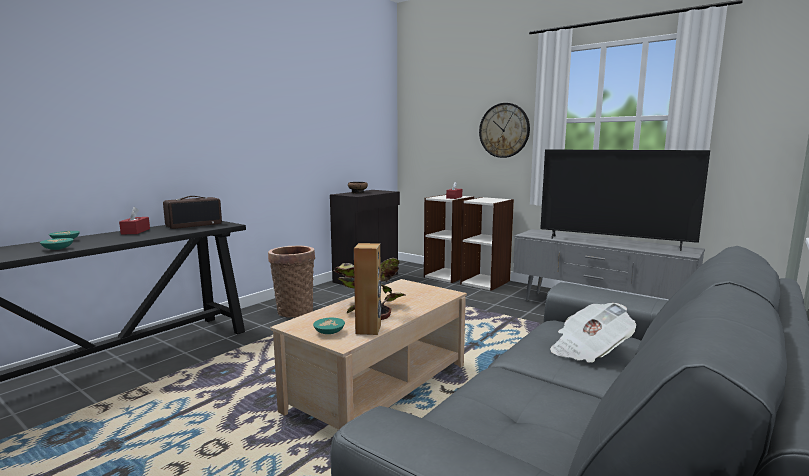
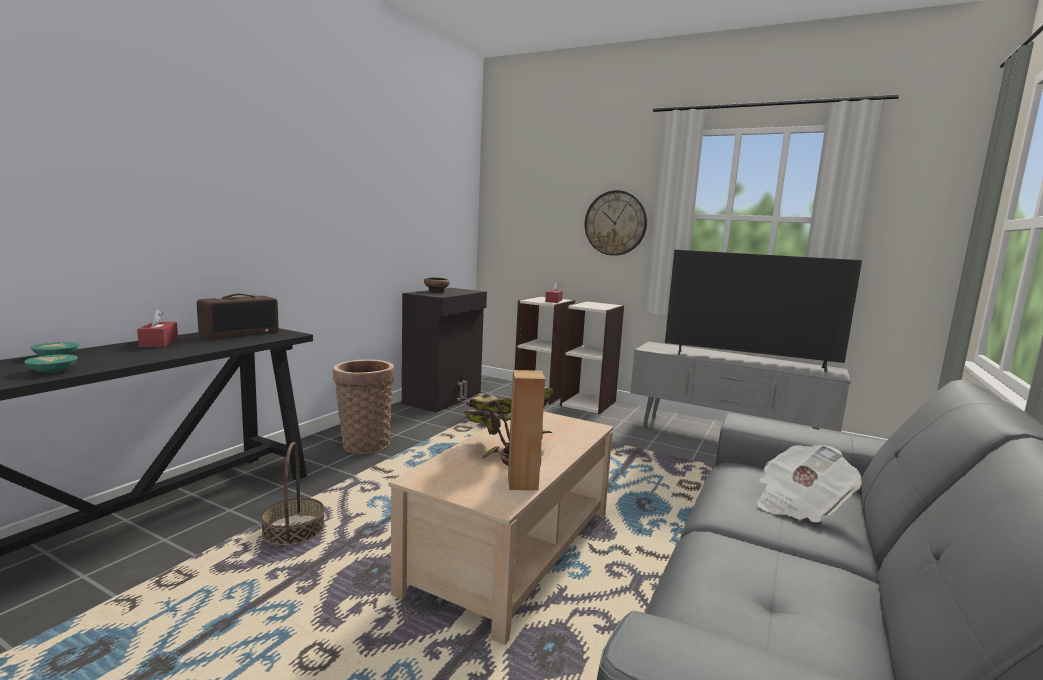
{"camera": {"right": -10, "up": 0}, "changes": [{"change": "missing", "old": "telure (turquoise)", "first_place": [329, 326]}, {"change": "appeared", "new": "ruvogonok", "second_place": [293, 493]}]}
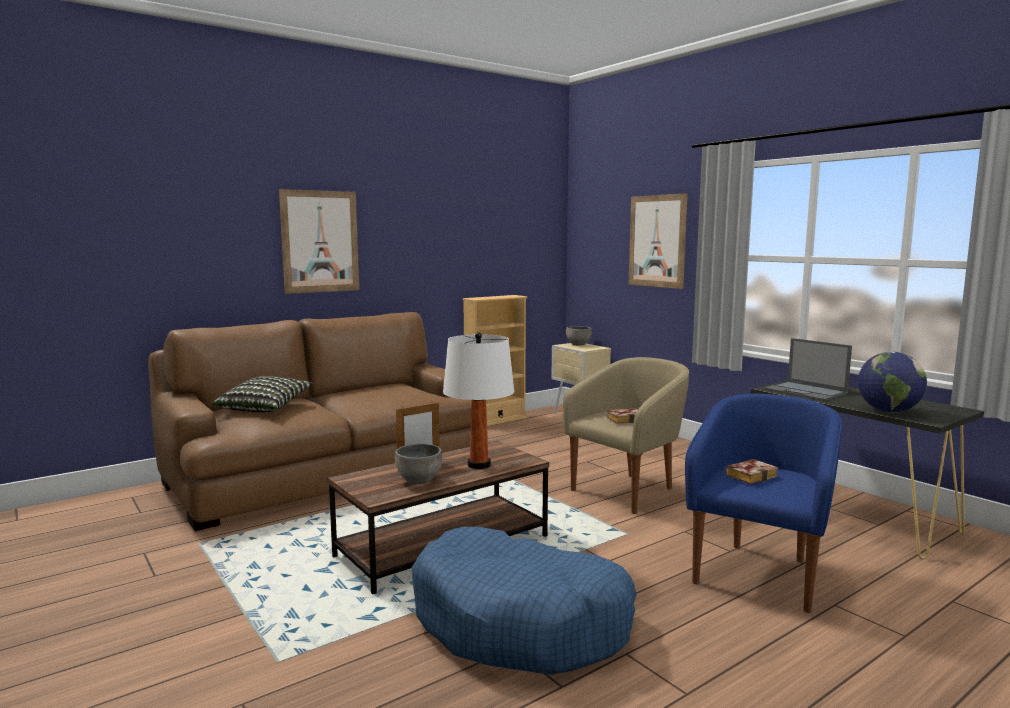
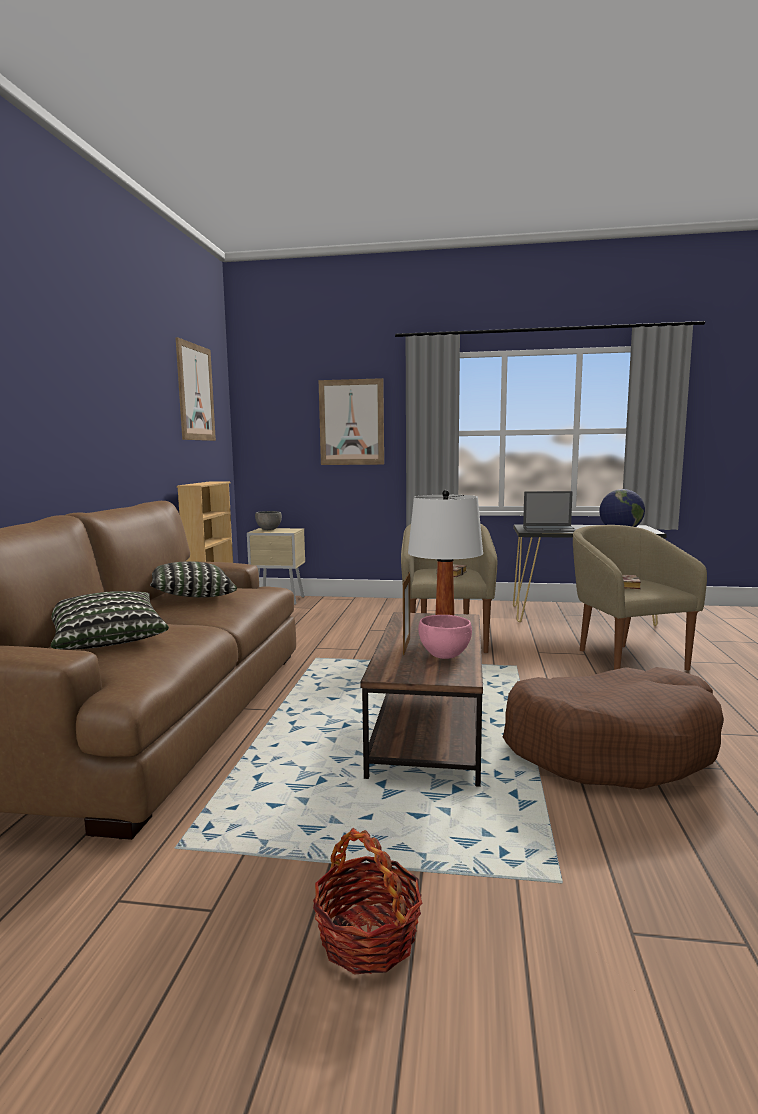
{"camera": {"right": -45, "up": 0}, "changes": [{"change": "relocated", "old": "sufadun", "first_place": [319, 241], "second_place": [196, 389]}, {"change": "colour", "old": "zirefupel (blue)", "new": "zirefupel (beige)", "first_place": [763, 503], "second_place": [640, 597]}, {"change": "colour", "old": "telure (grey)", "new": "telure (pink)", "first_place": [418, 464], "second_place": [445, 637]}, {"change": "colour", "old": "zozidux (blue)", "new": "zozidux (brown)", "first_place": [524, 601], "second_place": [613, 728]}, {"change": "appeared", "new": "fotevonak", "second_place": [193, 579]}, {"change": "appeared", "new": "ruvogonok", "second_place": [367, 901]}]}
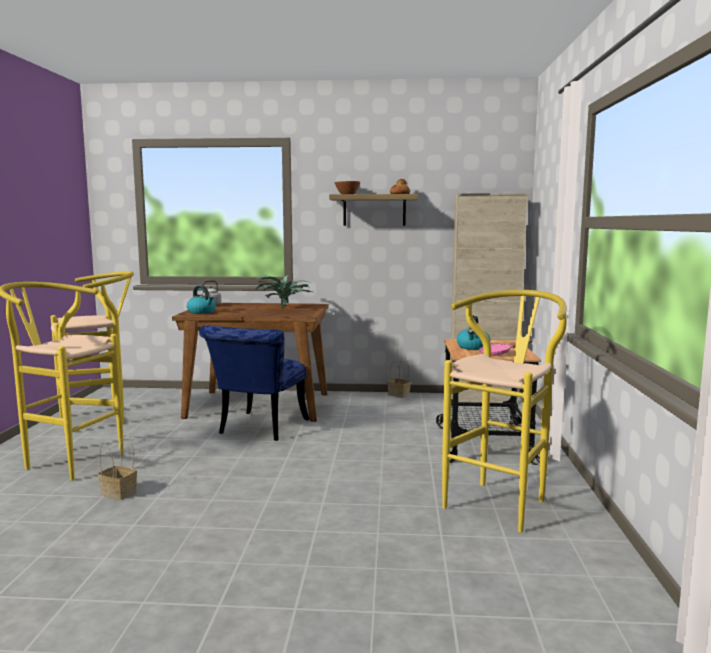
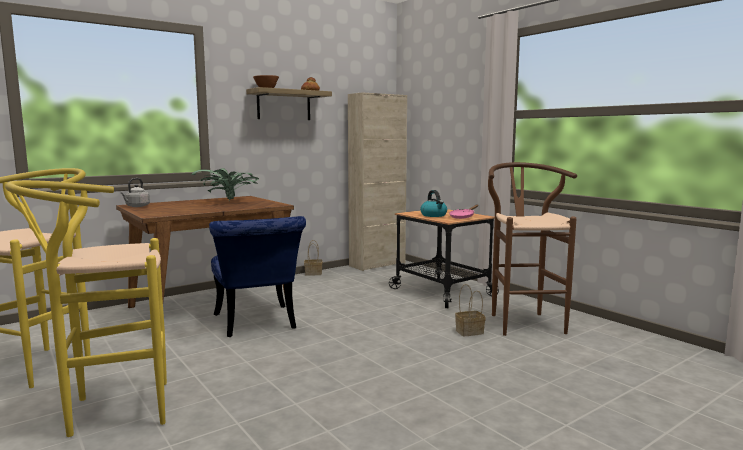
{"camera": {"right": -40, "up": 0}, "changes": [{"change": "missing", "old": "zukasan", "first_place": [201, 299]}, {"change": "colour", "old": "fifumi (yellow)", "new": "fifumi (brown)", "first_place": [504, 411], "second_place": [532, 249]}, {"change": "relocated", "old": "ruvogonok", "first_place": [117, 467], "second_place": [470, 310]}]}
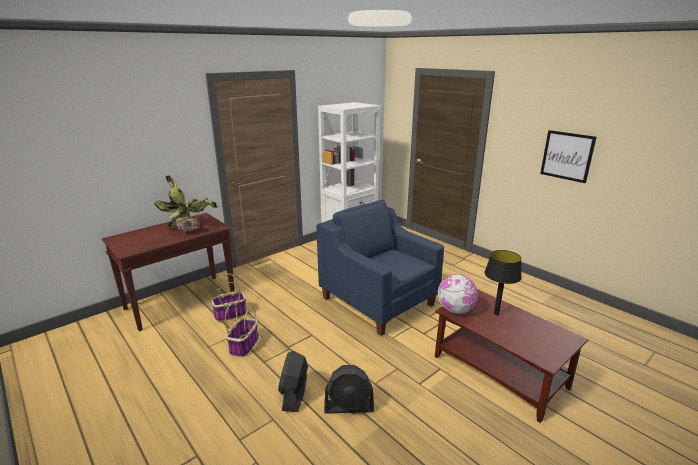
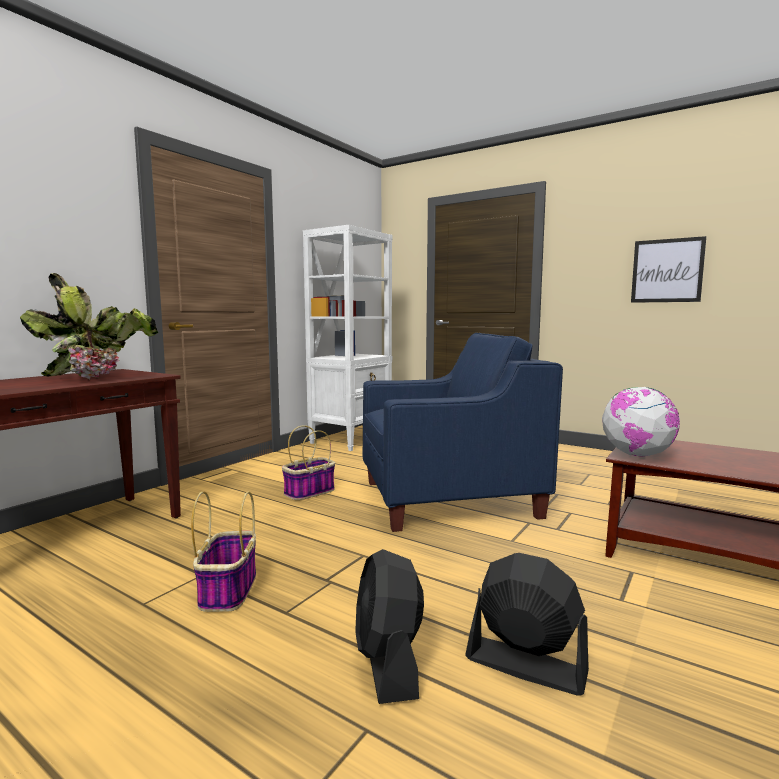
{"camera": {"right": -15, "up": -15}, "changes": [{"change": "spun", "old": "zirefupel (blue)", "first_place": [380, 268], "second_place": [463, 432], "degrees": 135}, {"change": "missing", "old": "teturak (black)", "first_place": [503, 282]}, {"change": "relocated", "old": "ruvogonok", "first_place": [229, 298], "second_place": [308, 462]}, {"change": "spun", "old": "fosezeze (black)", "first_place": [349, 389], "second_place": [527, 624], "degrees": -135}]}
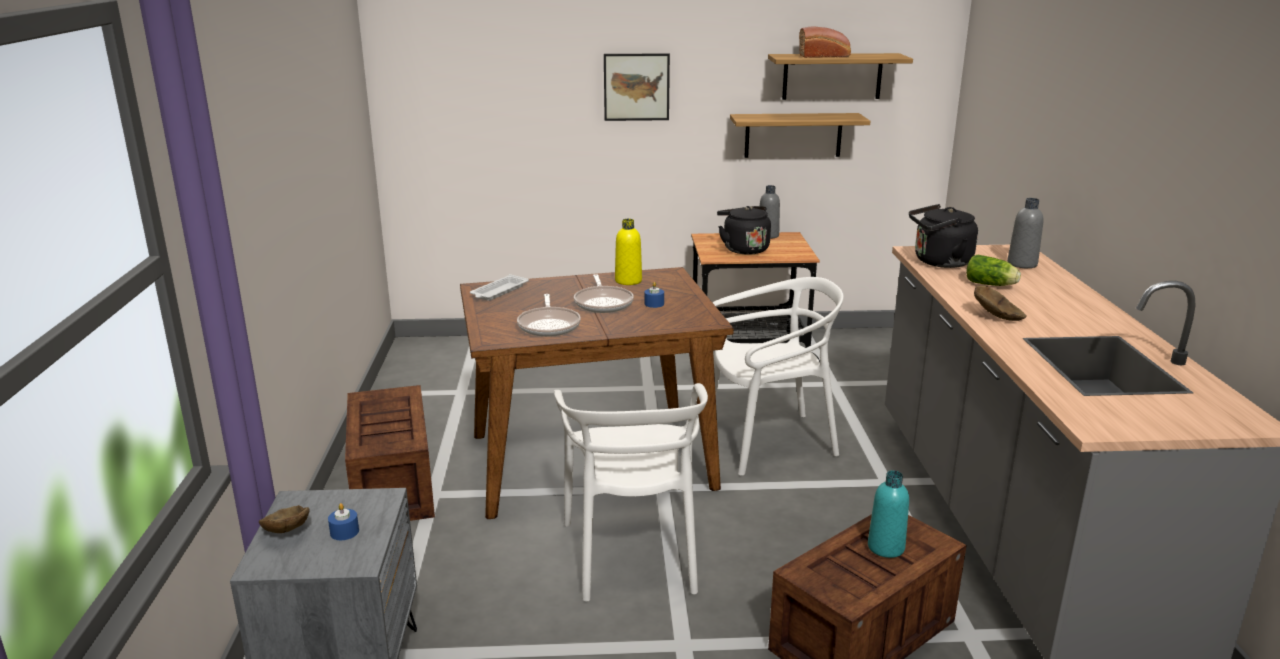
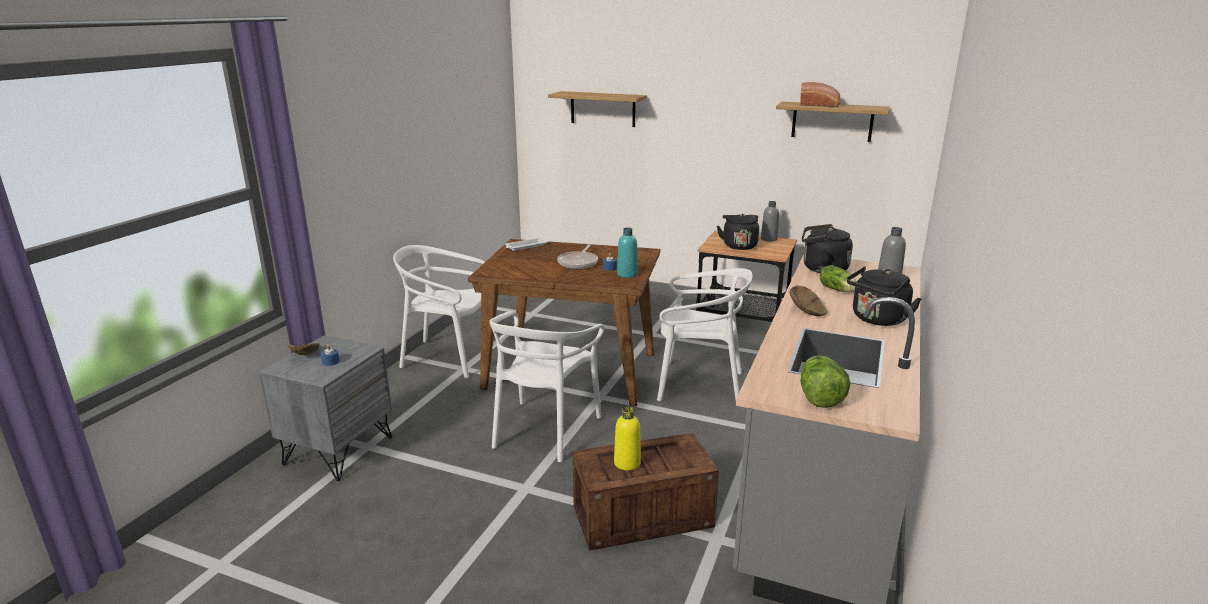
{"camera": {"right": 25, "up": 0}, "changes": [{"change": "missing", "old": "sufadun", "first_place": [637, 87]}, {"change": "relocated", "old": "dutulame", "first_place": [800, 135], "second_place": [597, 109]}, {"change": "relocated", "old": "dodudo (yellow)", "first_place": [628, 252], "second_place": [627, 439]}, {"change": "missing", "old": "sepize", "first_place": [549, 315]}, {"change": "exchanged", "old": "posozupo", "new": "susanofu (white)", "first_place": [390, 453], "second_place": [439, 311]}, {"change": "relocated", "old": "dodudo (turquoise)", "first_place": [888, 514], "second_place": [627, 253]}, {"change": "appeared", "new": "zukasan (black)", "second_place": [884, 296]}, {"change": "appeared", "new": "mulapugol", "second_place": [825, 381]}]}
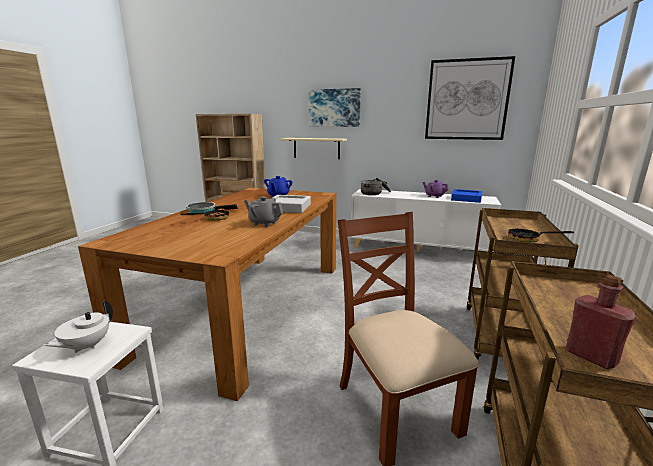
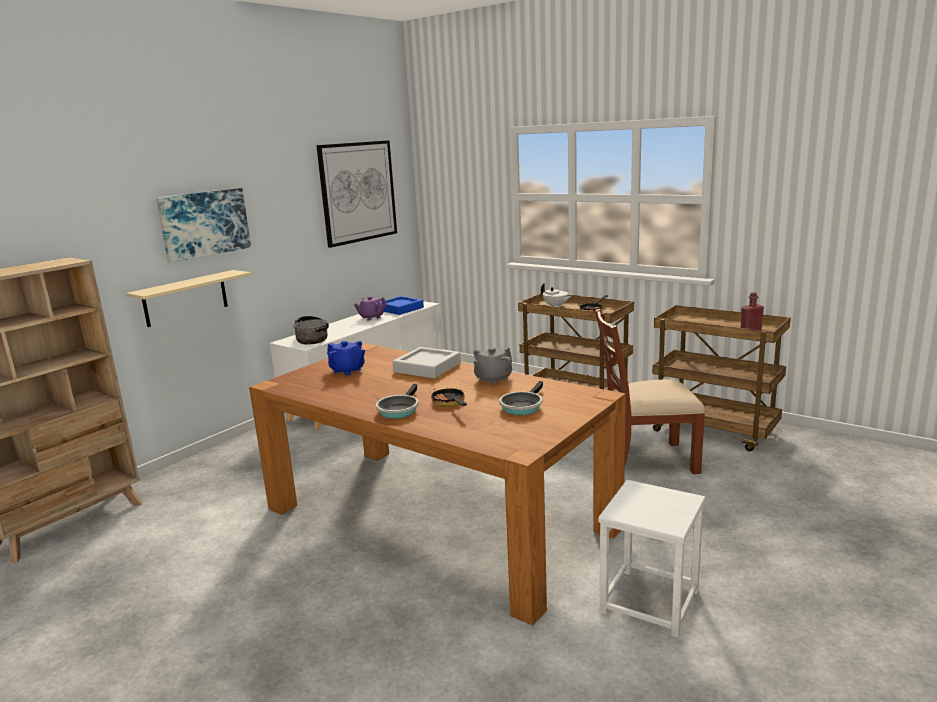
{"camera": {"right": -70, "up": 0}, "changes": [{"change": "relocated", "old": "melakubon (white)", "first_place": [78, 326], "second_place": [556, 295]}, {"change": "appeared", "new": "sepize", "second_place": [521, 398]}]}
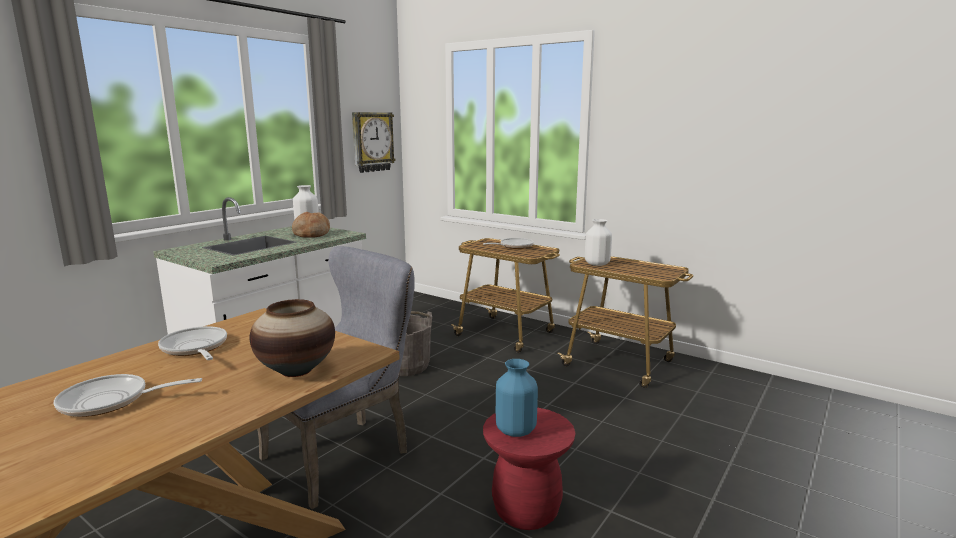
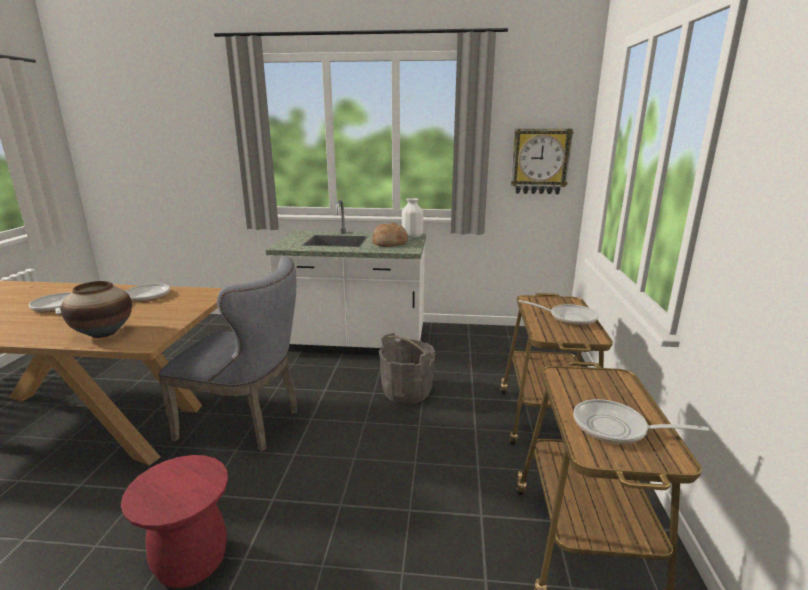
{"camera": {"right": 60, "up": 5}, "changes": [{"change": "missing", "old": "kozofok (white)", "first_place": [598, 242]}, {"change": "missing", "old": "kozofok (blue)", "first_place": [517, 398]}, {"change": "appeared", "new": "sepize", "second_place": [641, 421]}]}
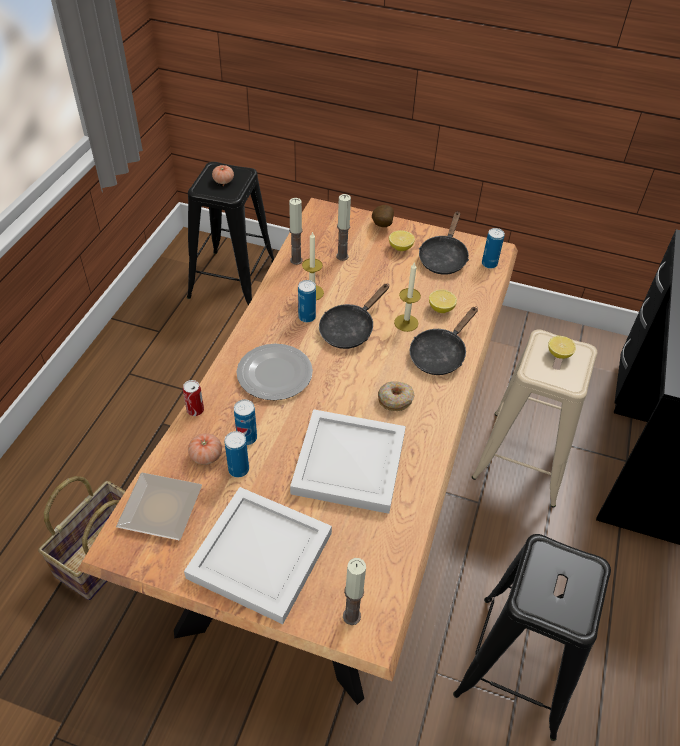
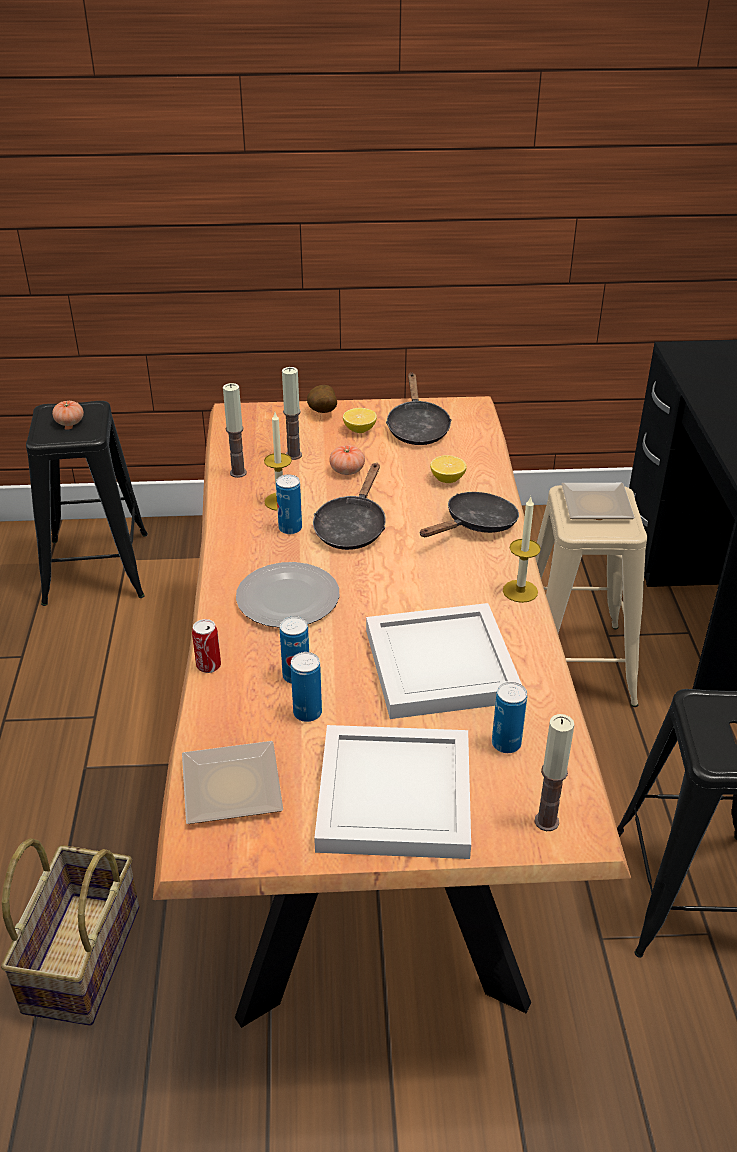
{"camera": {"right": -20, "up": -10}, "changes": [{"change": "relocated", "old": "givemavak", "first_place": [493, 248], "second_place": [509, 717]}, {"change": "relocated", "old": "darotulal", "first_place": [407, 297], "second_place": [522, 550]}, {"change": "spun", "old": "sepize (black)", "first_place": [444, 341], "second_place": [469, 514], "degrees": -150}, {"change": "exchanged", "old": "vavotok", "new": "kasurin", "first_place": [562, 347], "second_place": [598, 501]}, {"change": "missing", "old": "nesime", "first_place": [396, 396]}, {"change": "relocated", "old": "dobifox", "first_place": [205, 449], "second_place": [347, 460]}]}
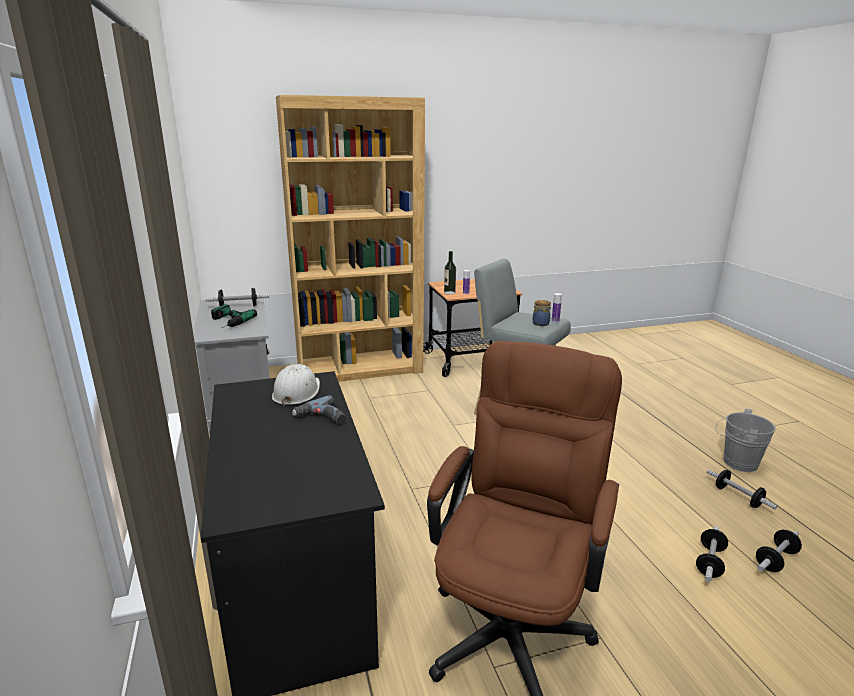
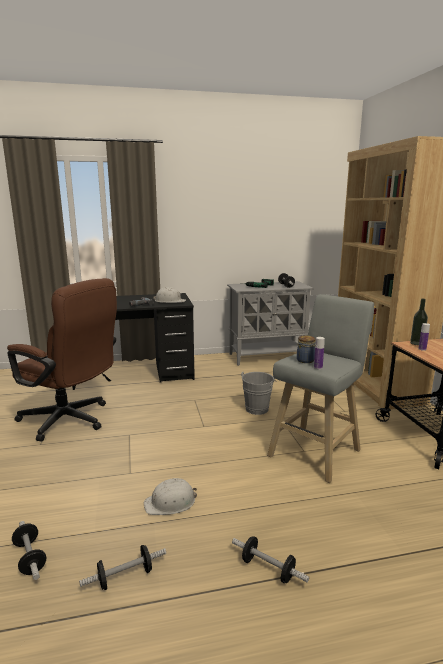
{"camera": {"right": 95, "up": -5}, "changes": [{"change": "relocated", "old": "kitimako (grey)", "first_place": [745, 440], "second_place": [259, 393]}, {"change": "relocated", "old": "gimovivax", "first_place": [712, 554], "second_place": [270, 559]}, {"change": "appeared", "new": "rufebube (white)", "second_place": [170, 496]}]}
